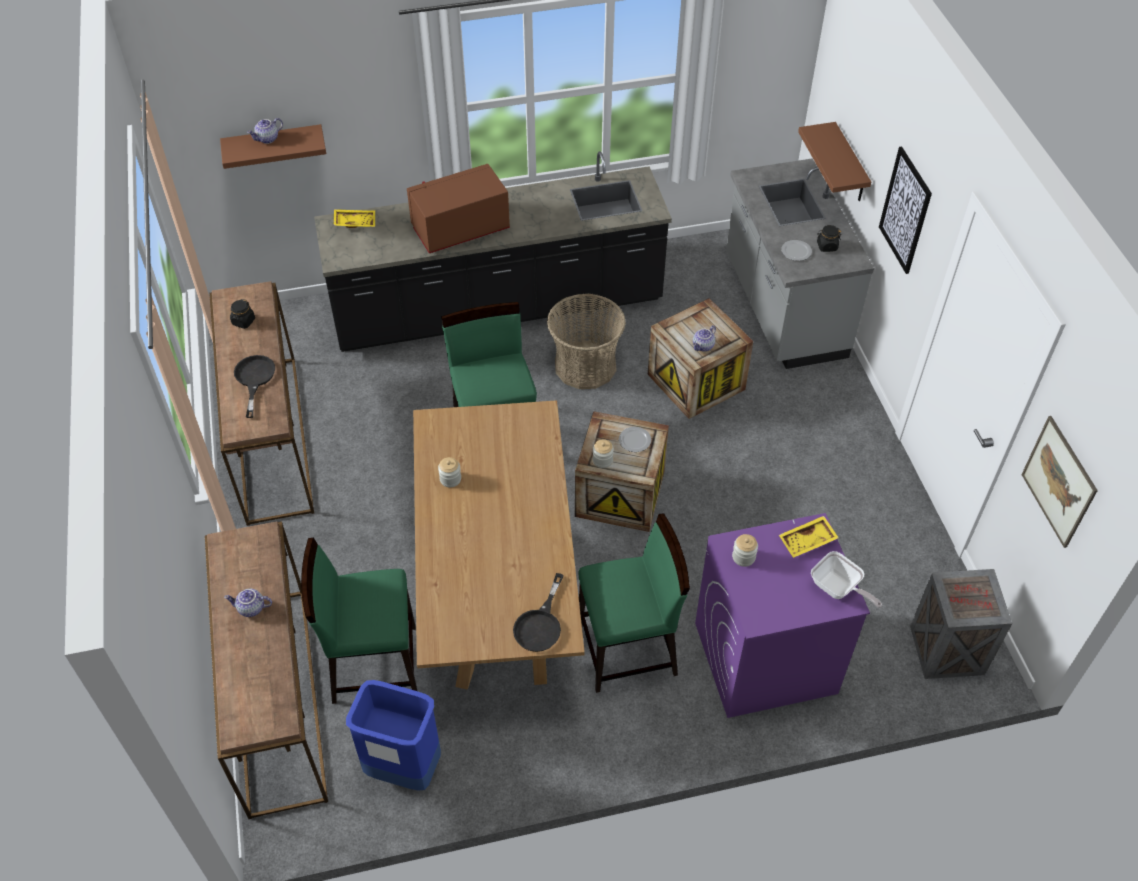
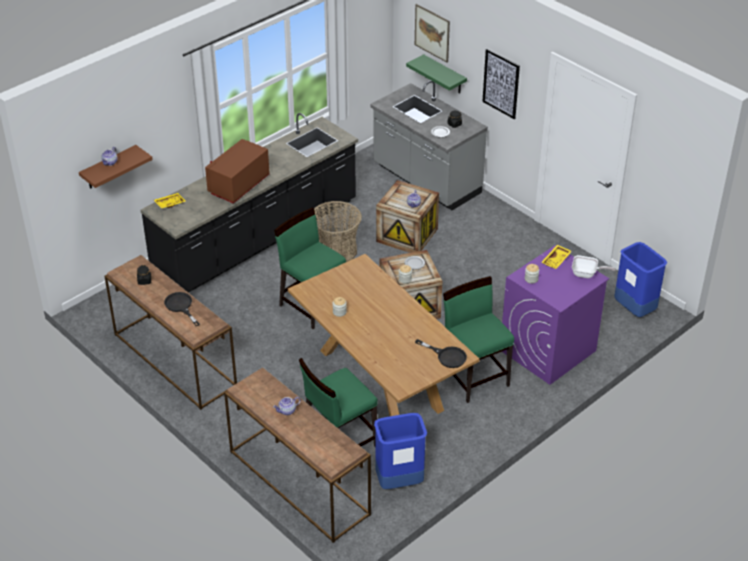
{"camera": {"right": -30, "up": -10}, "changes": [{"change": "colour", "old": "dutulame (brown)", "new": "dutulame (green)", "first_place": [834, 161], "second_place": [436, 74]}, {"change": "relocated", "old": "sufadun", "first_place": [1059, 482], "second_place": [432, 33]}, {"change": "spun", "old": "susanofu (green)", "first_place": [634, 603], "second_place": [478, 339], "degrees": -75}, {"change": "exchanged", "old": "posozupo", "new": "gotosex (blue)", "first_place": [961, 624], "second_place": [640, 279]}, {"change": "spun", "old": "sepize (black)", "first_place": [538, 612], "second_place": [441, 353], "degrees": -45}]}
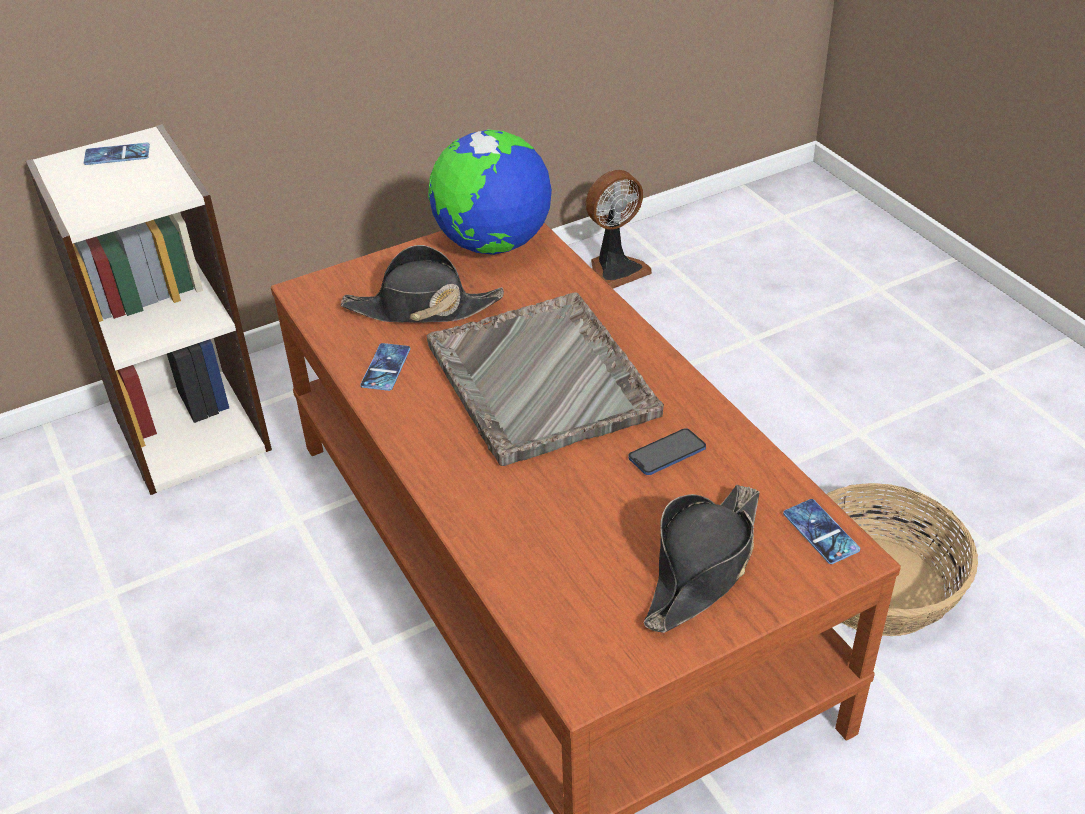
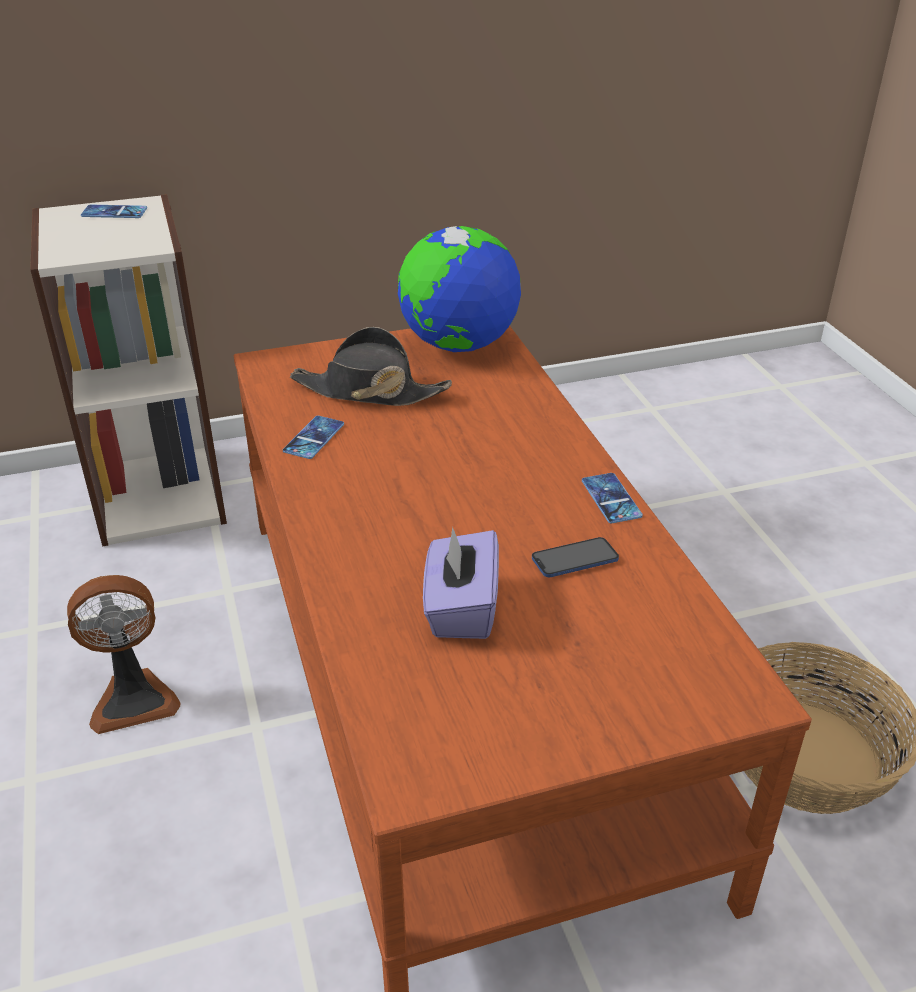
{"camera": {"right": 10, "up": -5}, "changes": [{"change": "relocated", "old": "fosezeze", "first_place": [619, 229], "second_place": [123, 654]}, {"change": "missing", "old": "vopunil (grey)", "first_place": [545, 379]}, {"change": "missing", "old": "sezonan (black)", "first_place": [702, 558]}, {"change": "relocated", "old": "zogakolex", "first_place": [821, 531], "second_place": [612, 498]}, {"change": "appeared", "new": "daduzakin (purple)", "second_place": [461, 583]}]}
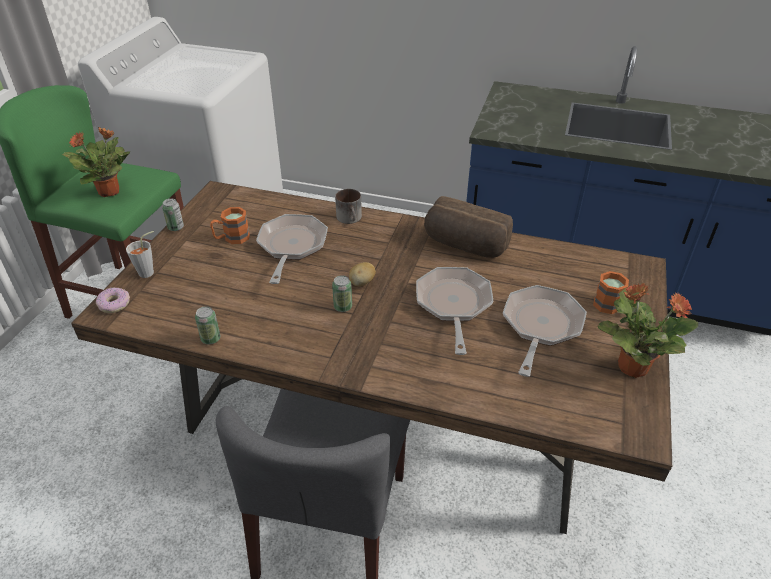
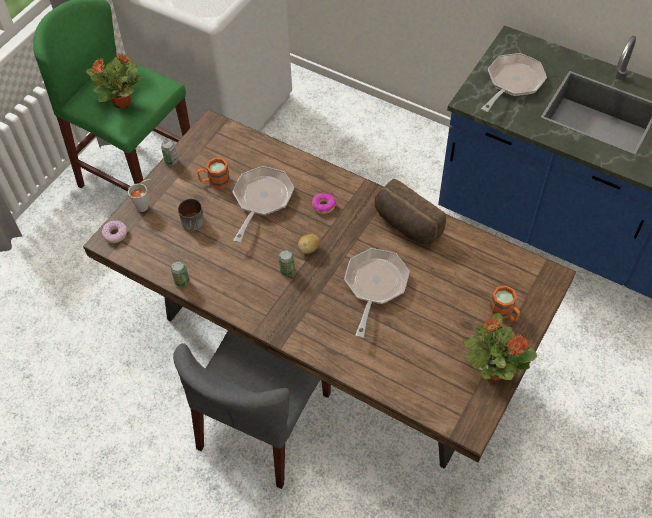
{"camera": {"right": 15, "up": 15}, "changes": [{"change": "relocated", "old": "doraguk", "first_place": [348, 206], "second_place": [191, 215]}, {"change": "relocated", "old": "sepize", "first_place": [545, 331], "second_place": [514, 82]}, {"change": "appeared", "new": "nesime", "second_place": [324, 203]}]}
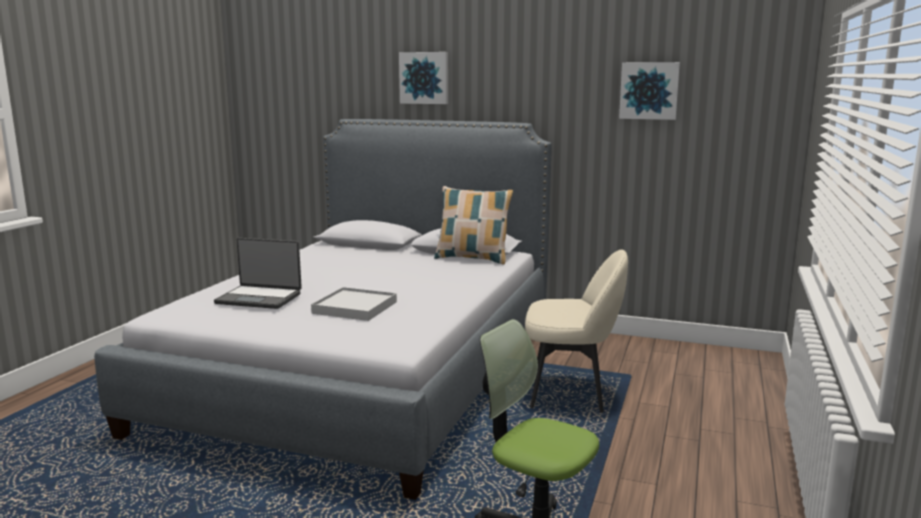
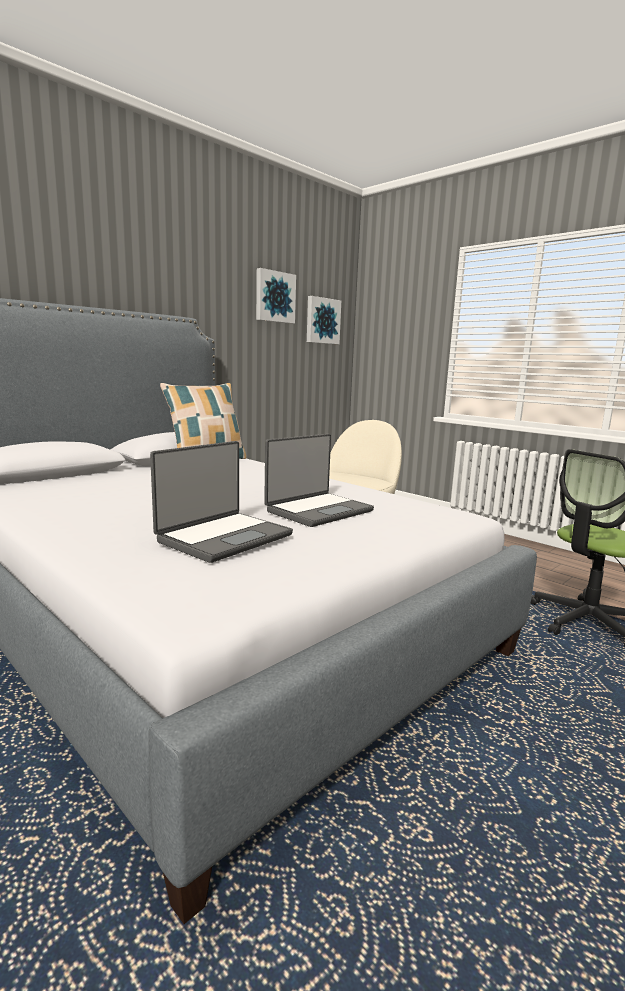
{"camera": {"right": -65, "up": 0}, "changes": [{"change": "relocated", "old": "sufadun", "first_place": [423, 78], "second_place": [324, 320]}, {"change": "exchanged", "old": "vopunil (white)", "new": "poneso", "first_place": [354, 304], "second_place": [319, 480]}]}
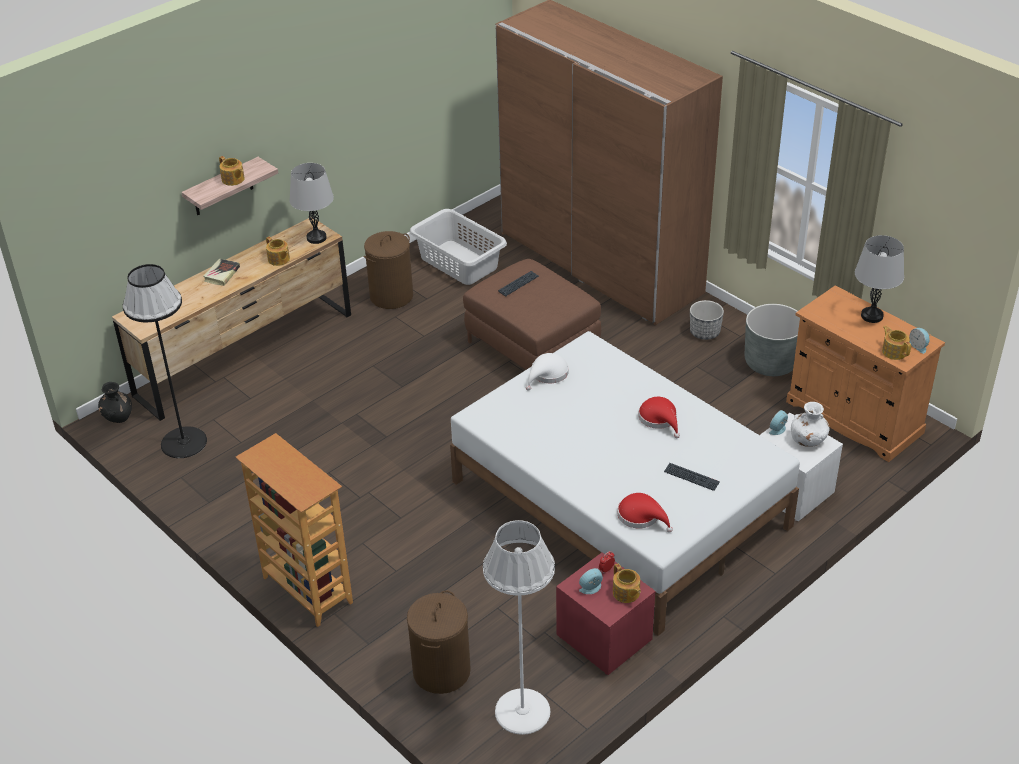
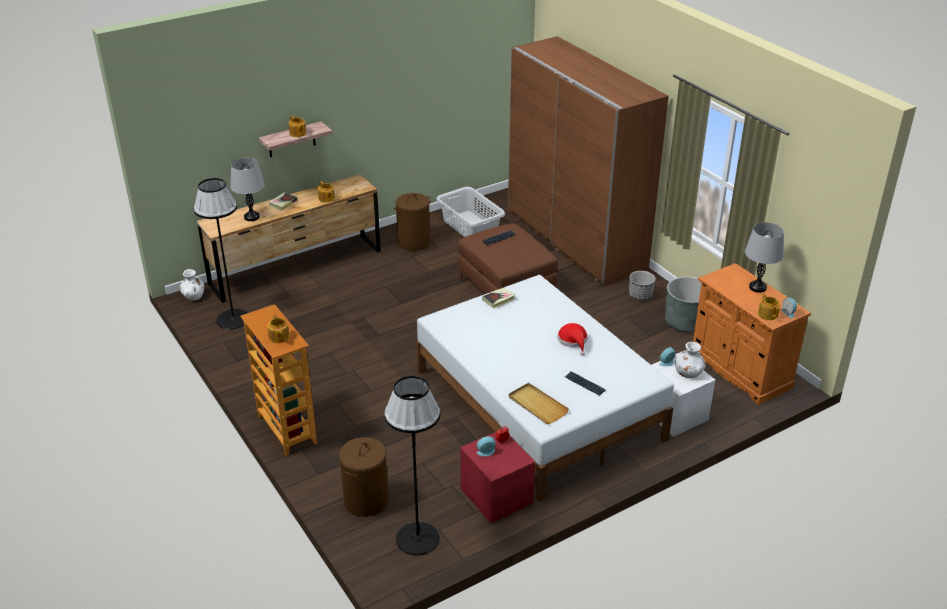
{"camera": {"right": 10, "up": -5}, "changes": [{"change": "relocated", "old": "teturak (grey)", "first_place": [311, 203], "second_place": [247, 189]}, {"change": "exchanged", "old": "sezonan (white)", "new": "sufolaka", "first_place": [547, 372], "second_place": [498, 298]}, {"change": "colour", "old": "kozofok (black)", "new": "kozofok (white)", "first_place": [115, 402], "second_place": [192, 285]}, {"change": "exchanged", "old": "sezonan (red)", "new": "vopunil (beige)", "first_place": [645, 513], "second_place": [539, 403]}, {"change": "colour", "old": "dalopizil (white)", "new": "dalopizil (black)", "first_place": [519, 627], "second_place": [412, 466]}, {"change": "relocated", "old": "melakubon", "first_place": [627, 583], "second_place": [278, 328]}]}
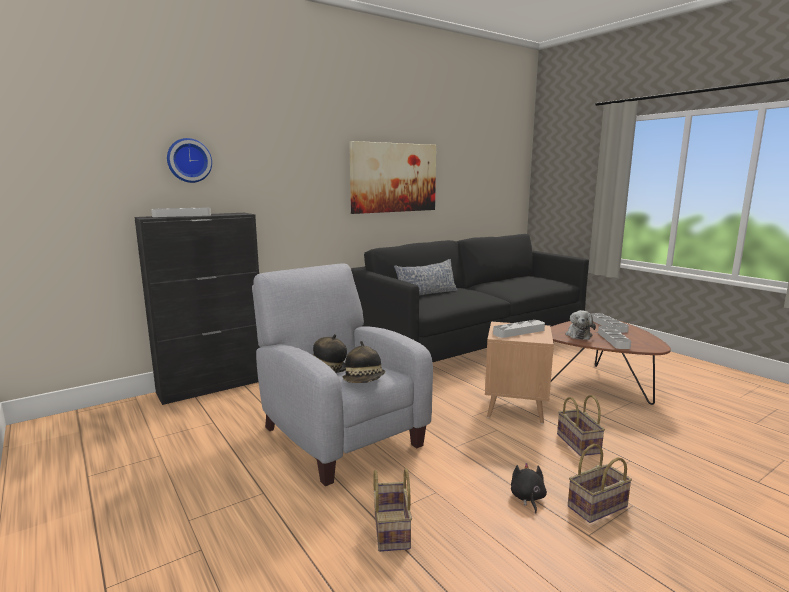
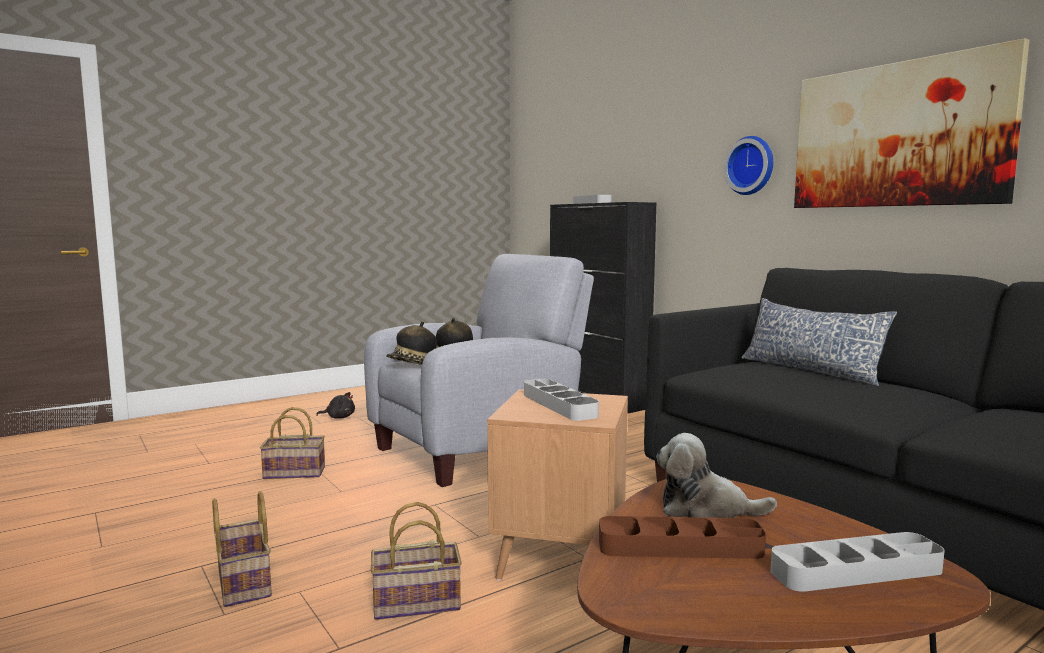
{"camera": {"right": 90, "up": -5}, "changes": [{"change": "relocated", "old": "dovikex", "first_place": [189, 160], "second_place": [748, 165]}, {"change": "colour", "old": "vopunil (grey)", "new": "vopunil (brown)", "first_place": [614, 337], "second_place": [682, 537]}, {"change": "relocated", "old": "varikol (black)", "first_place": [529, 488], "second_place": [335, 405]}]}
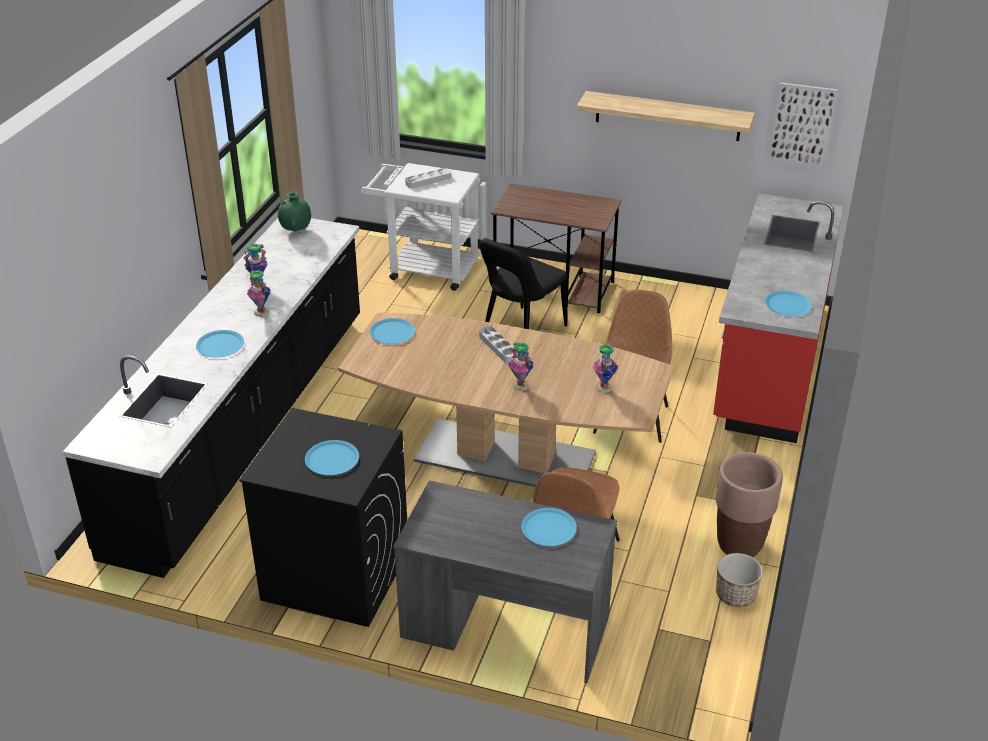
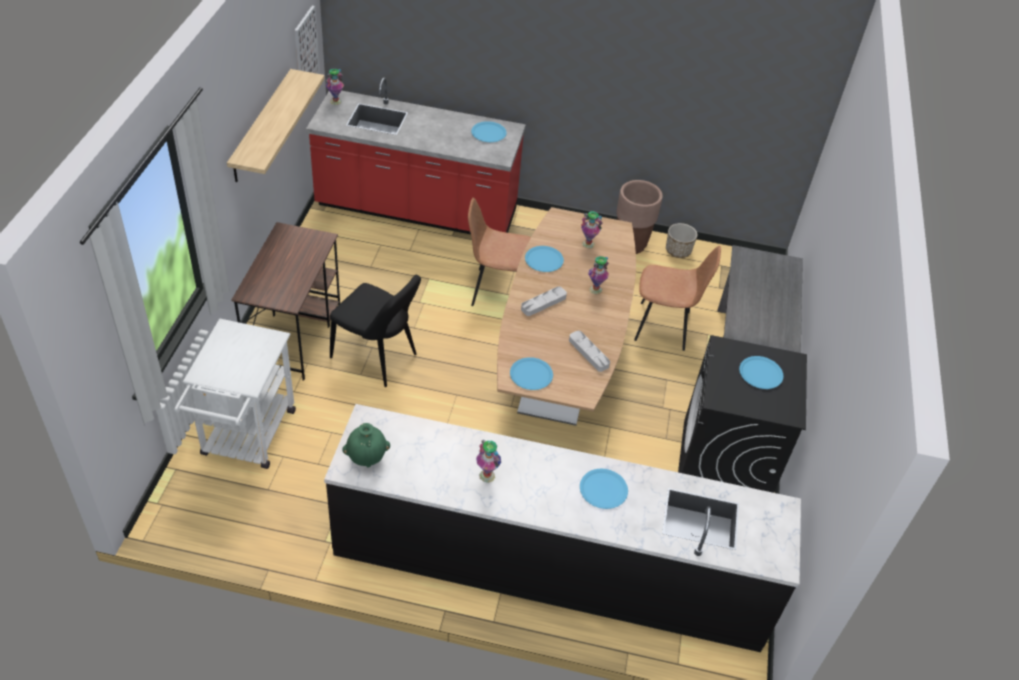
{"camera": {"right": -100, "up": 10}, "changes": [{"change": "relocated", "old": "vopunil (grey)", "first_place": [428, 178], "second_place": [589, 351]}, {"change": "relocated", "old": "kozofok", "first_place": [259, 294], "second_place": [335, 87]}, {"change": "relocated", "old": "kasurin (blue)", "first_place": [549, 527], "second_place": [544, 259]}]}
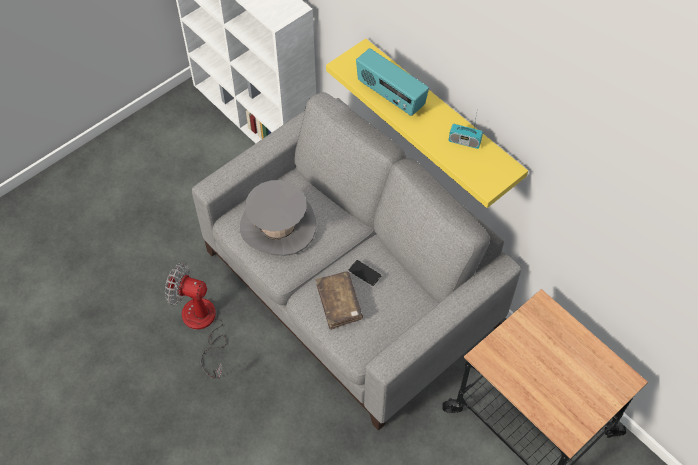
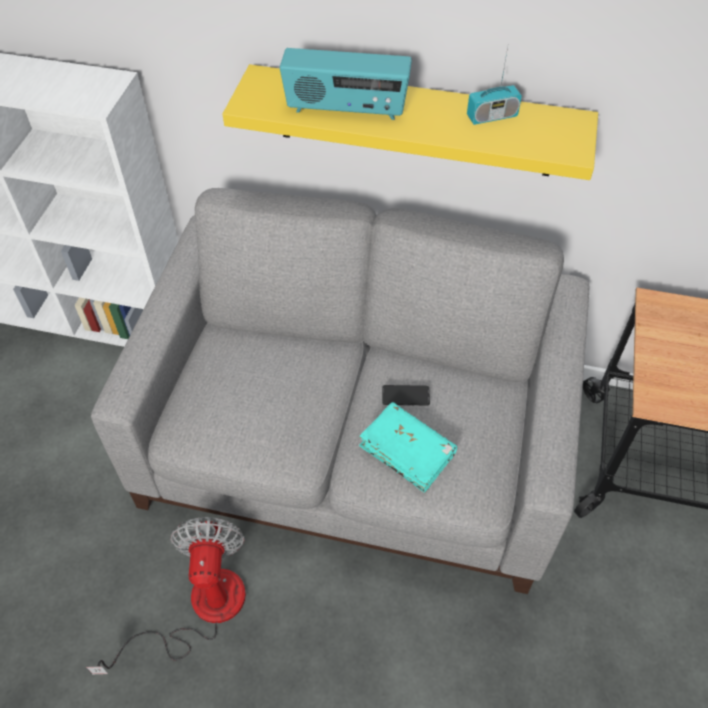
{"camera": {"right": -35, "up": -5}, "changes": [{"change": "missing", "old": "sezonan (grey)", "first_place": [278, 218]}, {"change": "spun", "old": "fosezeze", "first_place": [196, 320], "second_place": [166, 595], "degrees": 105}, {"change": "colour", "old": "sufolaka (brown)", "new": "sufolaka (turquoise)", "first_place": [339, 300], "second_place": [408, 447]}]}
